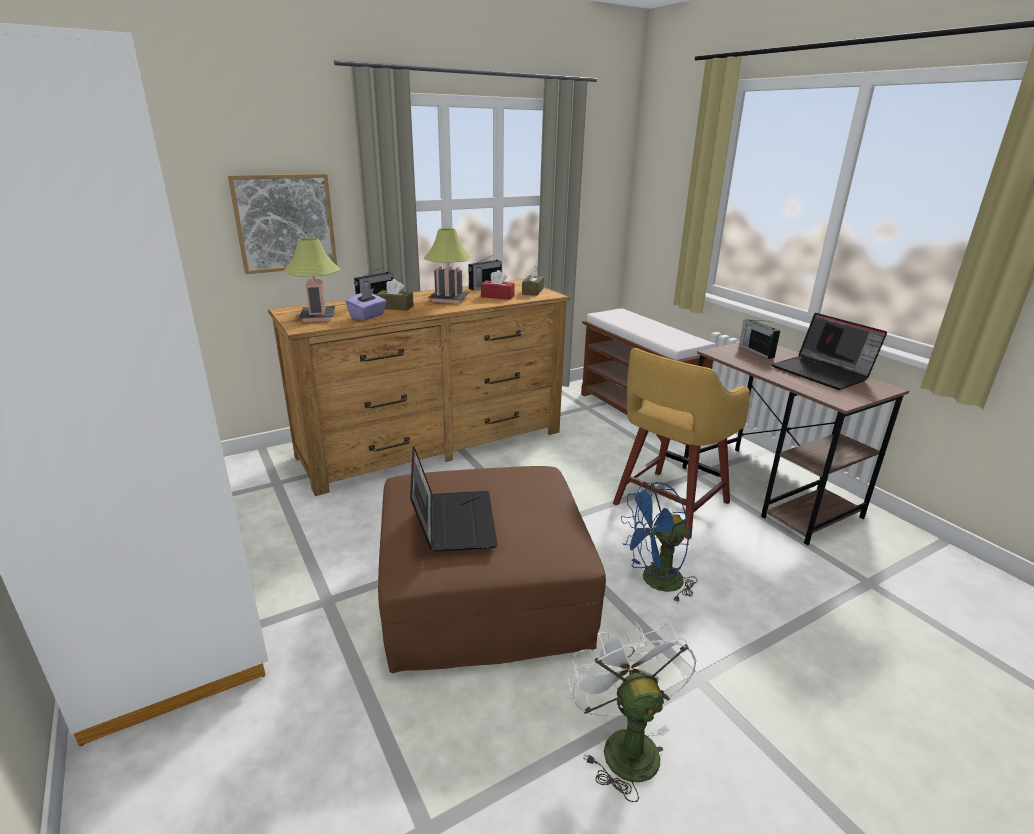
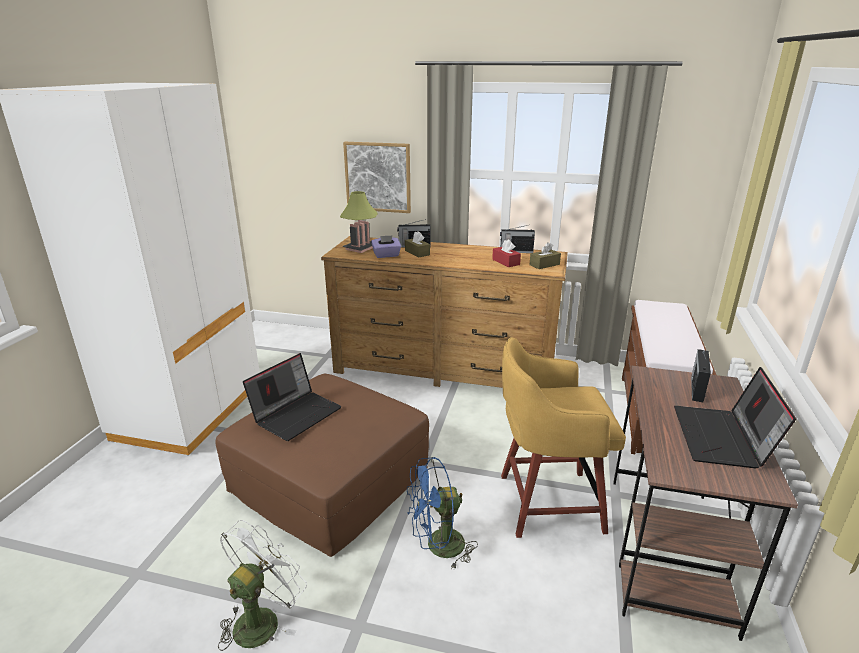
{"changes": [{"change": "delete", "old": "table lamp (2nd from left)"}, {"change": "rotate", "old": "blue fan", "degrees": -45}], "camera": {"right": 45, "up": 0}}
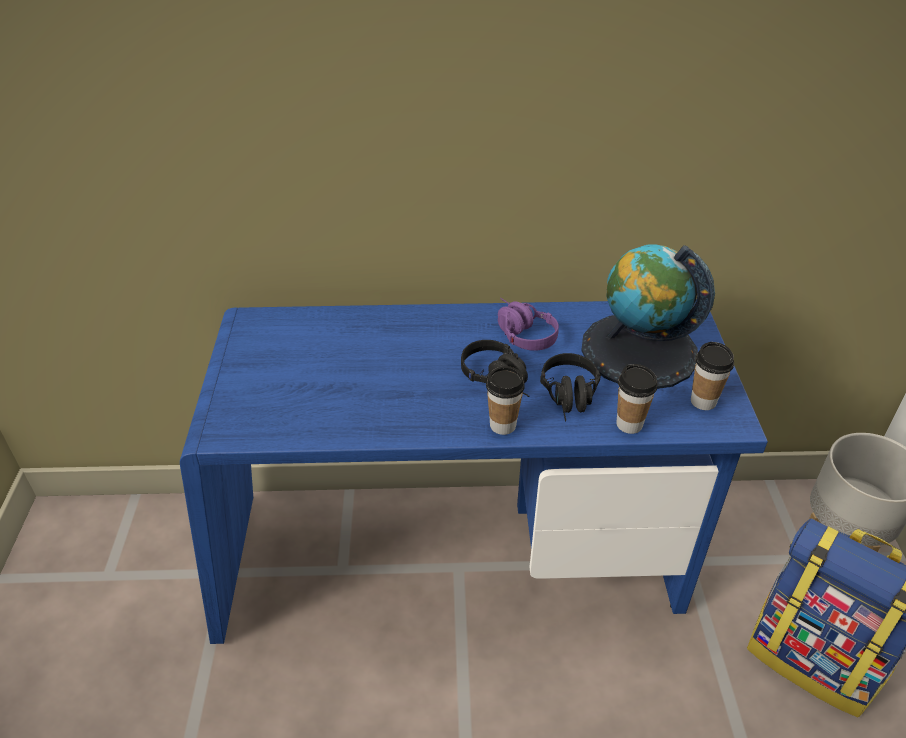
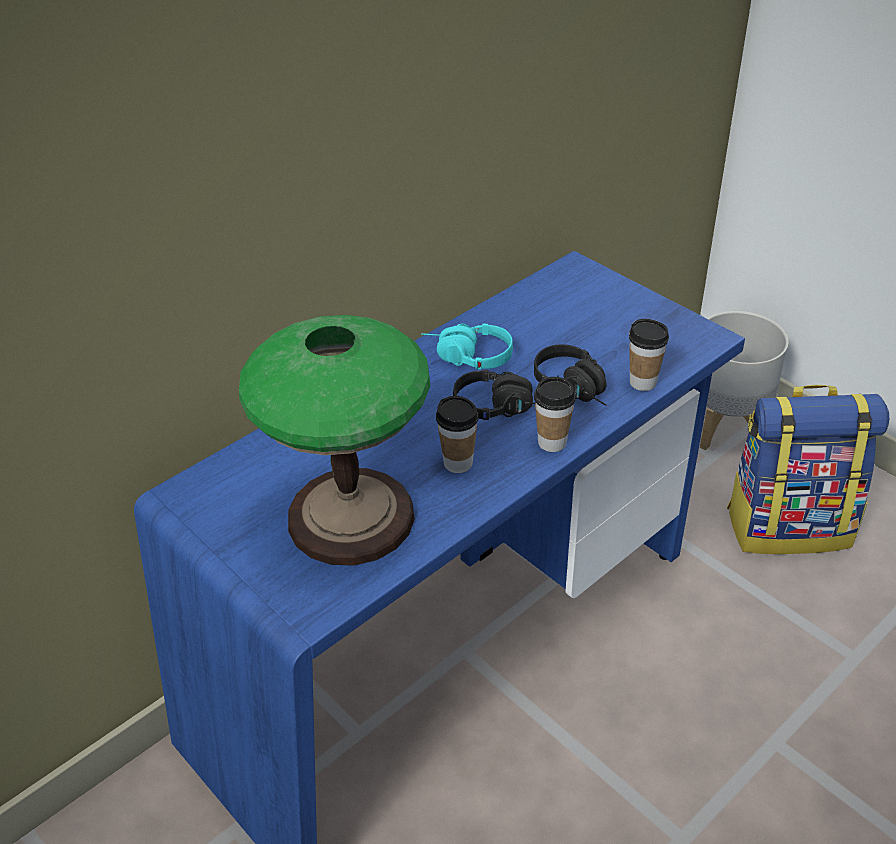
{"changes": [{"change": "recolor", "old": "purple headphones", "new": "turquoise headphones"}, {"change": "delete", "old": "globe"}, {"change": "move", "old": "cup (3rd from left in the first image)", "new": "cup (1st from left)"}, {"change": "insert", "new": "table lamp"}], "camera": {"right": -40, "up": 0}}
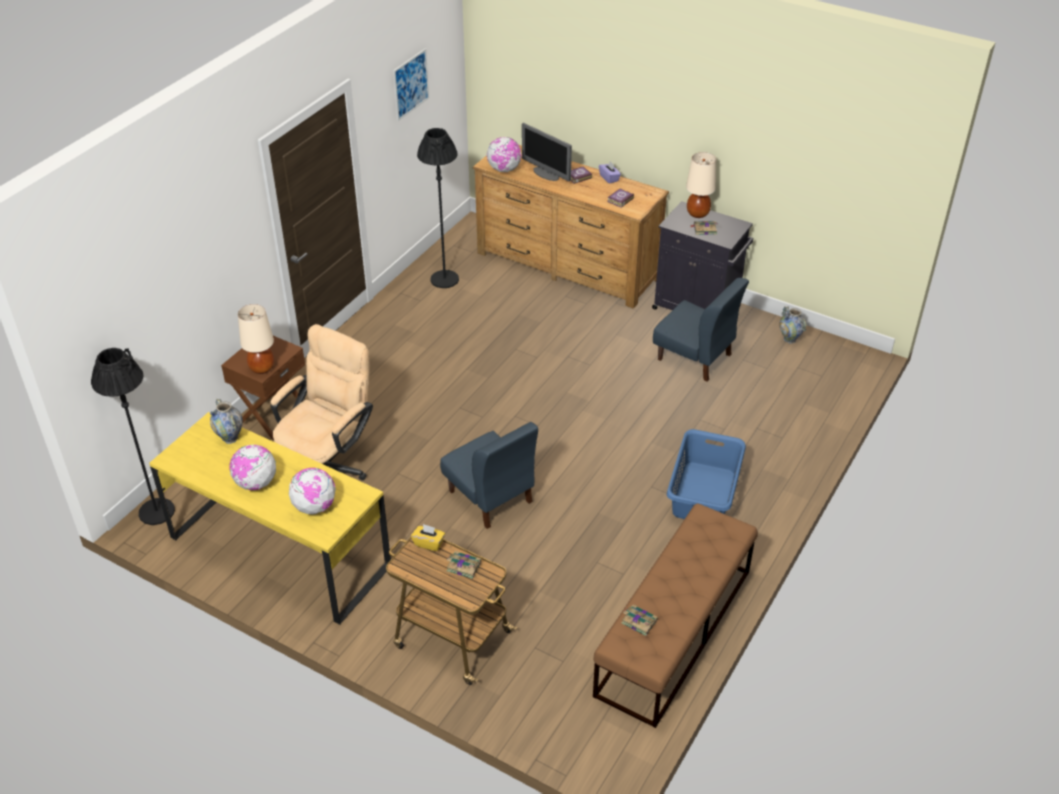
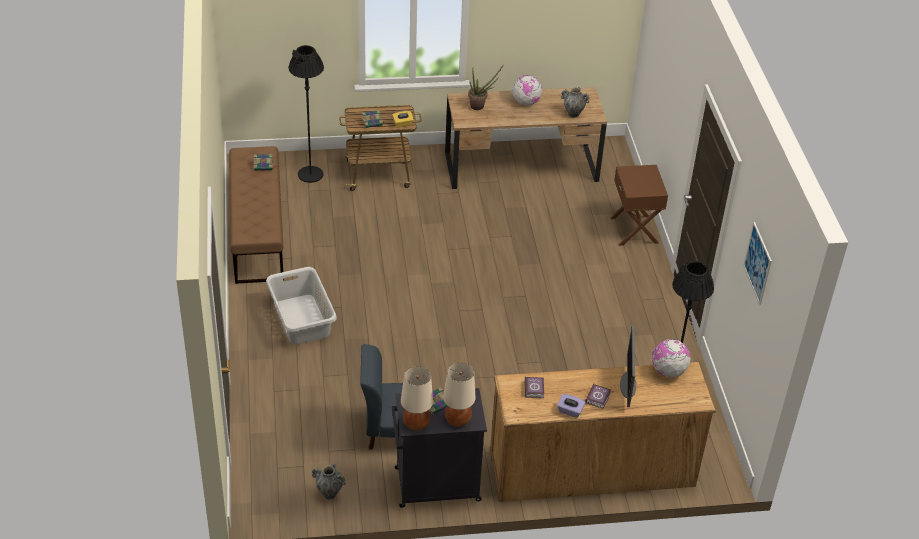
{"changes": [{"change": "move", "old": "black floor lamp (1st from left)"}, {"change": "recolor", "old": "yellow desk", "new": "brown desk"}, {"change": "move", "old": "beige table lamp (1st from left)"}, {"change": "delete", "old": "beige office chair"}, {"change": "replace", "old": "globe (2nd from left)", "new": "potted plant"}, {"change": "delete", "old": "blue chair (1st from left)"}, {"change": "rotate", "old": "monitor", "degrees": -90}, {"change": "recolor", "old": "blue laundry basket", "new": "grey laundry basket"}], "camera": {"right": 140, "up": 0}}
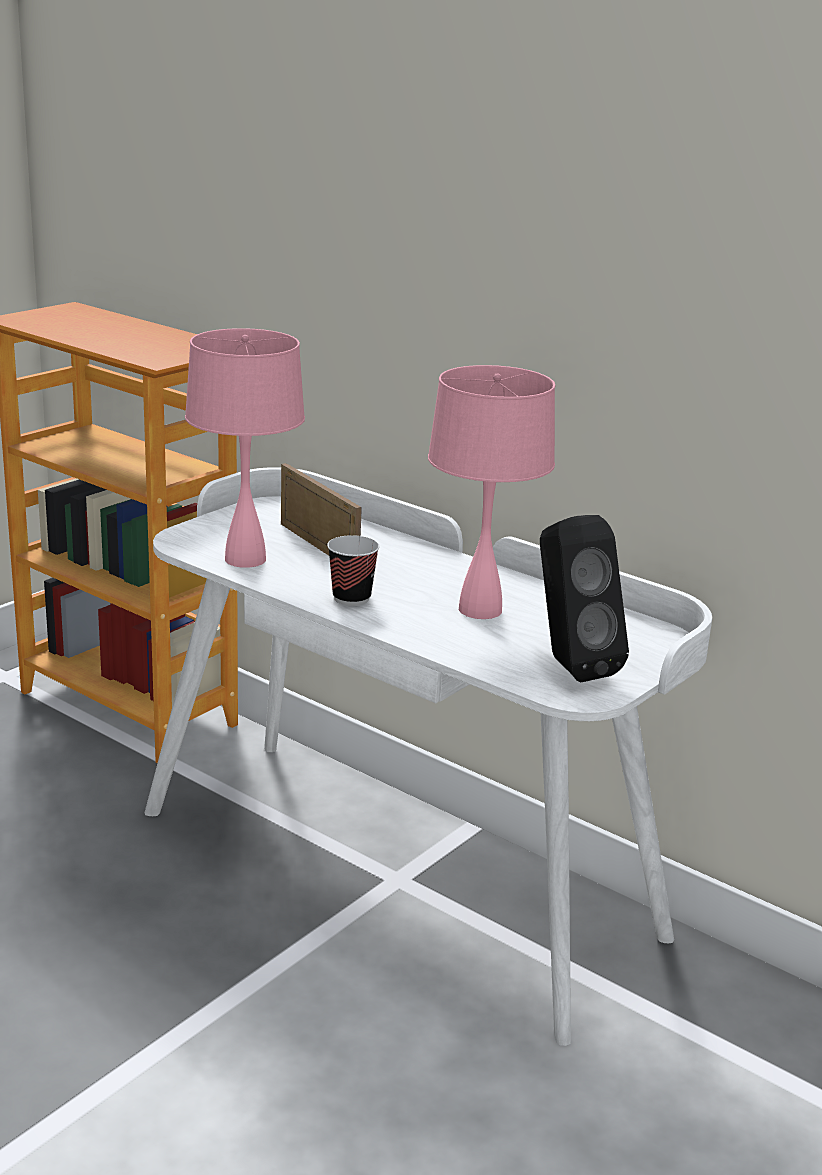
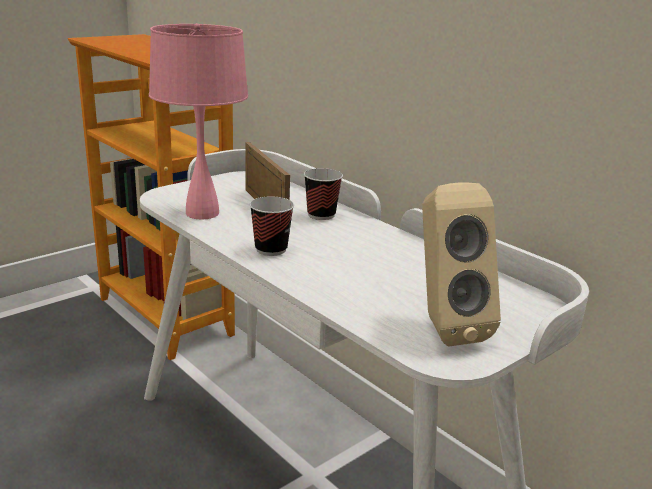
{"changes": [{"change": "delete", "old": "pink table lamp (2nd from left)"}, {"change": "recolor", "old": "black speaker", "new": "beige speaker"}, {"change": "insert", "new": "cup (2nd from left)"}], "camera": {"right": 10, "up": 0}}
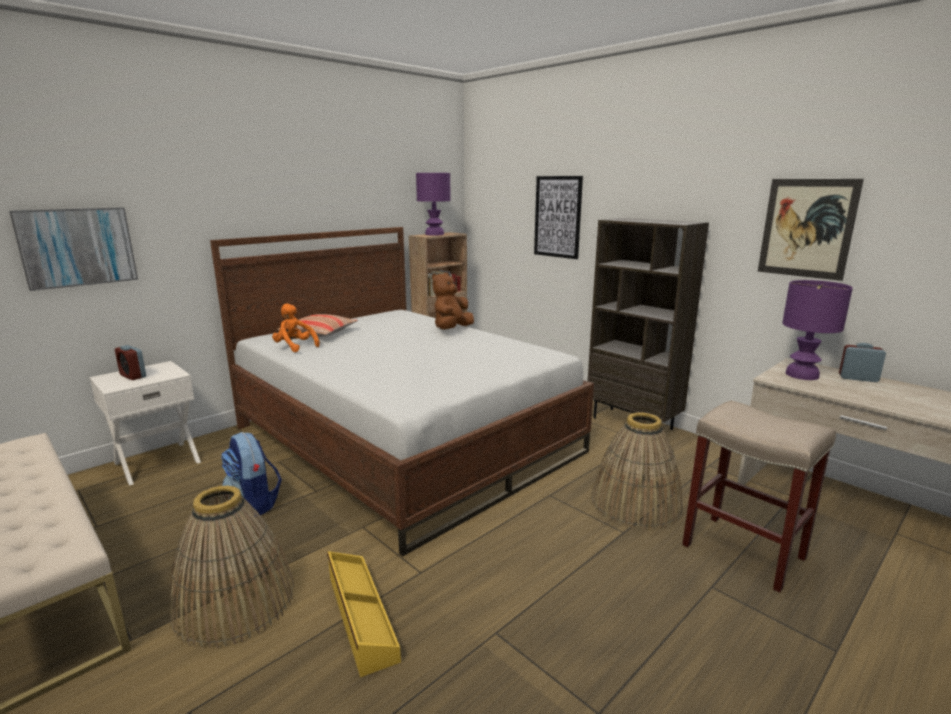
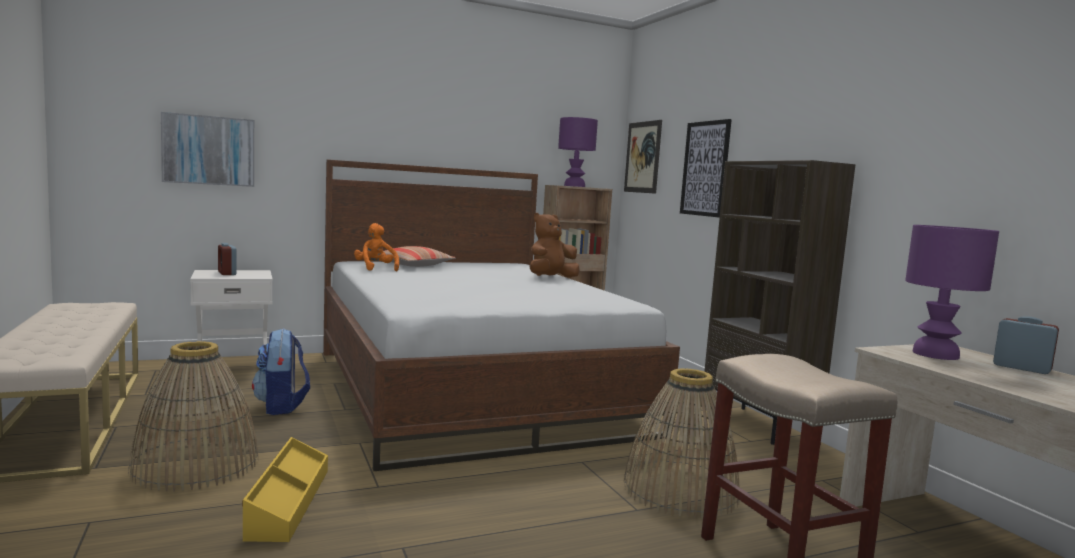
{"changes": [{"change": "move", "old": "picture (3rd from left in the first image)", "new": "picture (2nd from left)"}], "camera": {"right": 20, "up": -10}}
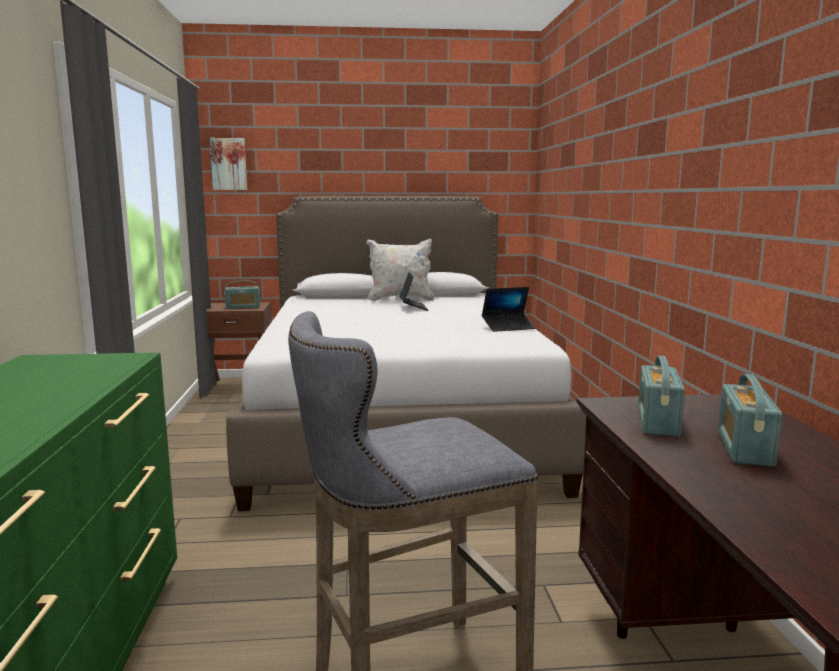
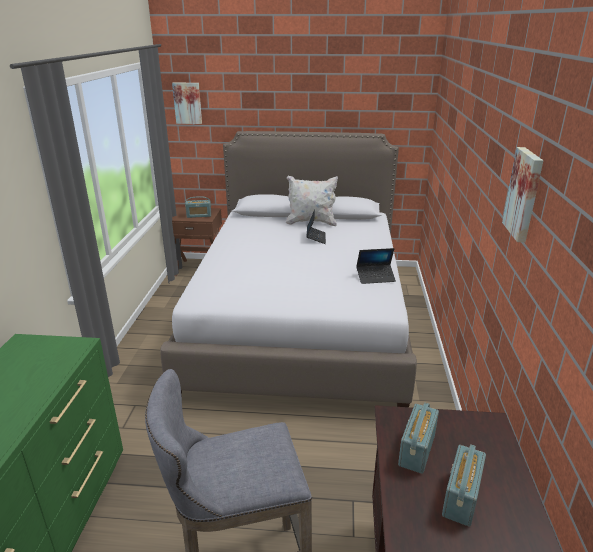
{"changes": [{"change": "insert", "new": "picture (2nd from left)"}], "camera": {"right": 10, "up": 15}}
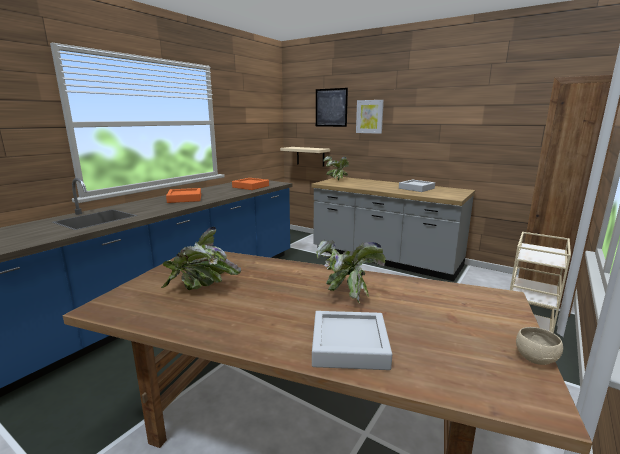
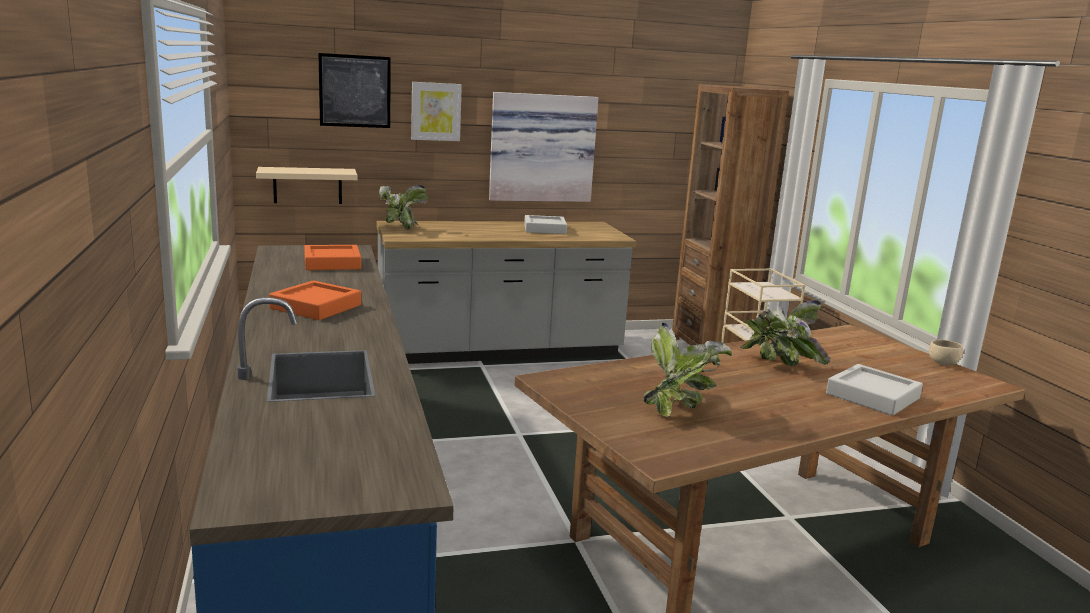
{"changes": [{"change": "insert", "new": "picture (3rd from left)"}], "camera": {"right": -50, "up": 0}}
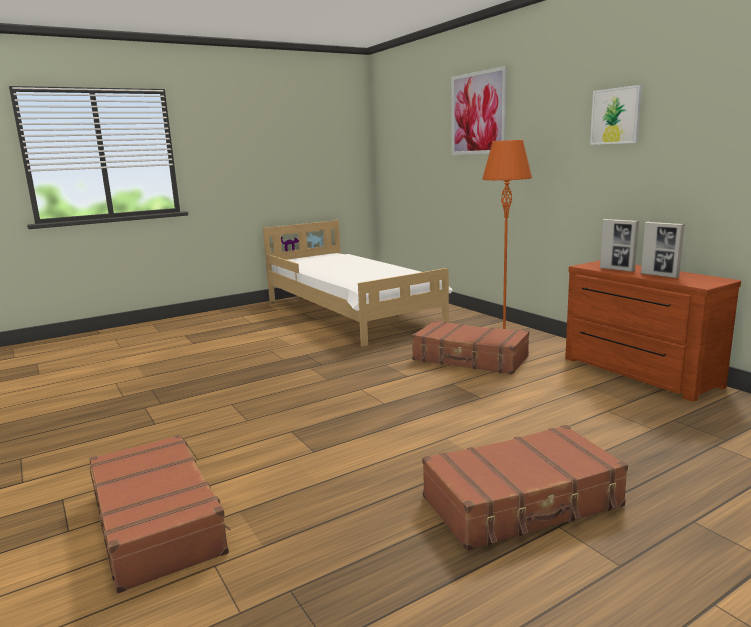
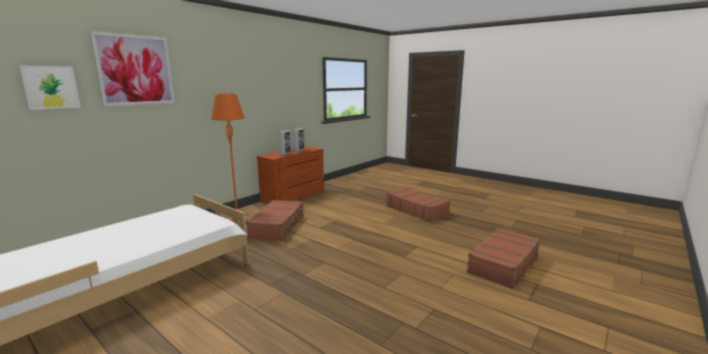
{"changes": [{"change": "move", "old": "picture (2nd from left in the first image)", "new": "picture (1st from left)"}], "camera": {"right": -110, "up": 0}}
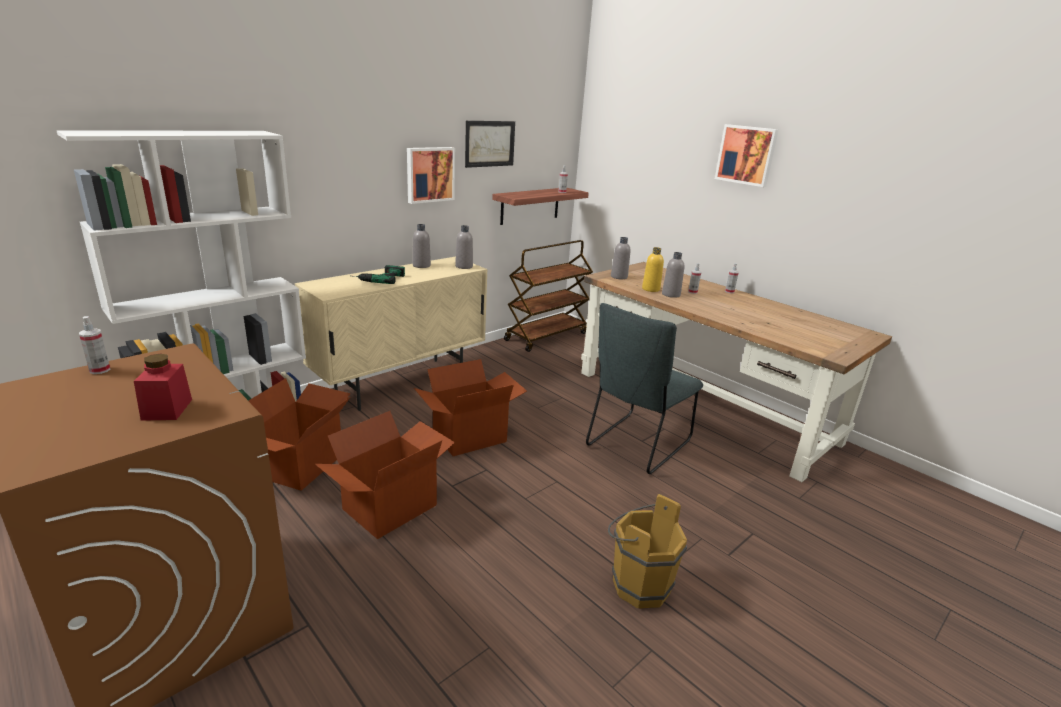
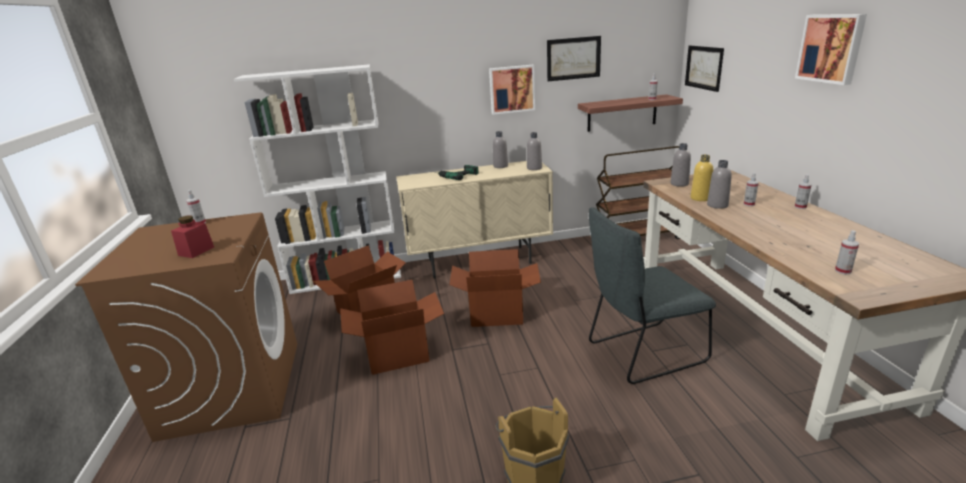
{"changes": [{"change": "insert", "new": "picture (3rd from left)"}, {"change": "insert", "new": "spray bottle (5th from left)"}], "camera": {"right": 35, "up": 0}}
